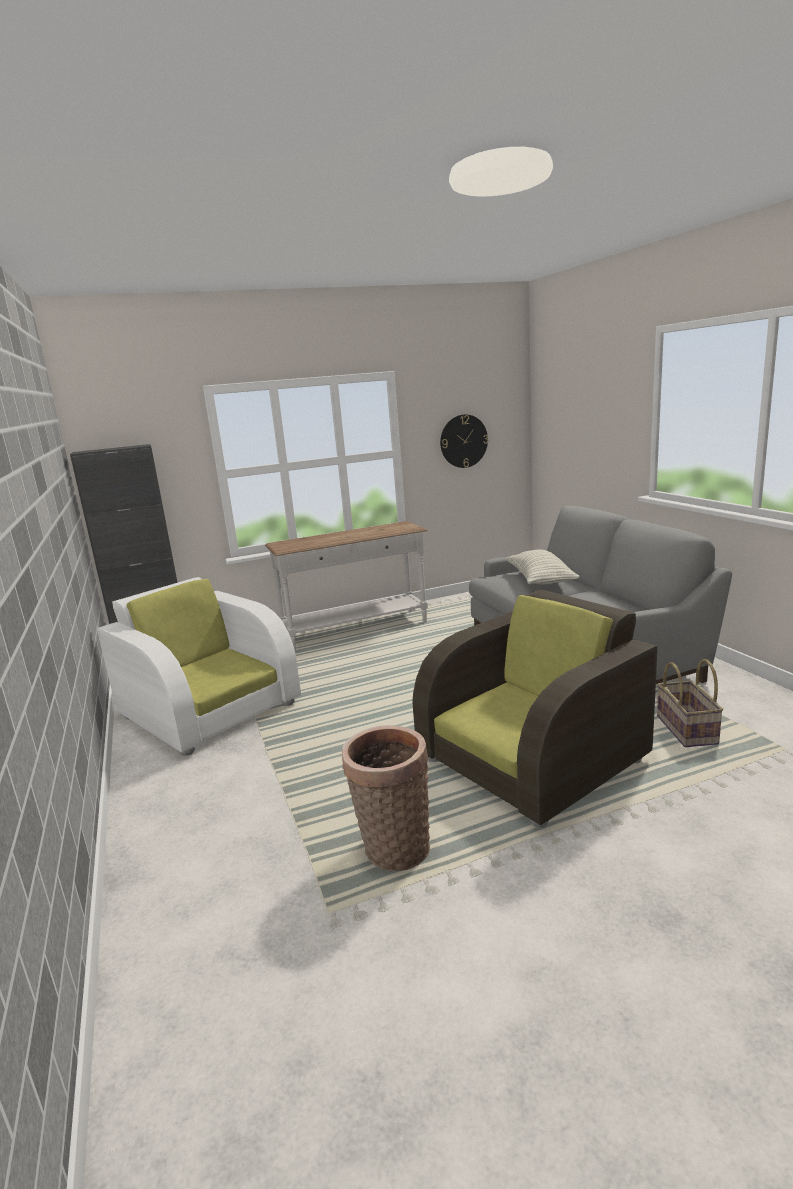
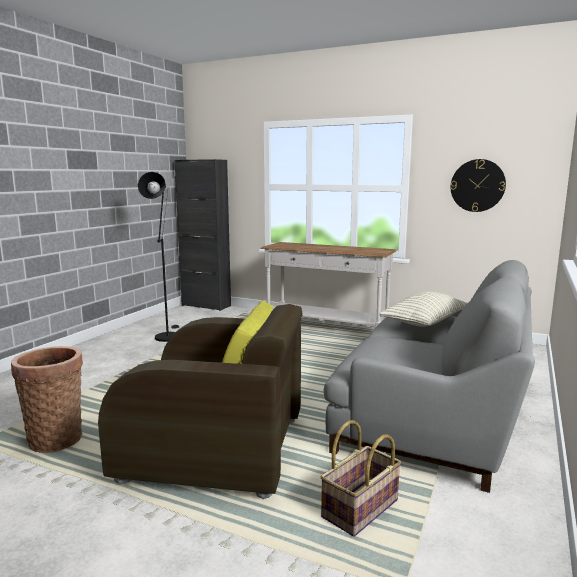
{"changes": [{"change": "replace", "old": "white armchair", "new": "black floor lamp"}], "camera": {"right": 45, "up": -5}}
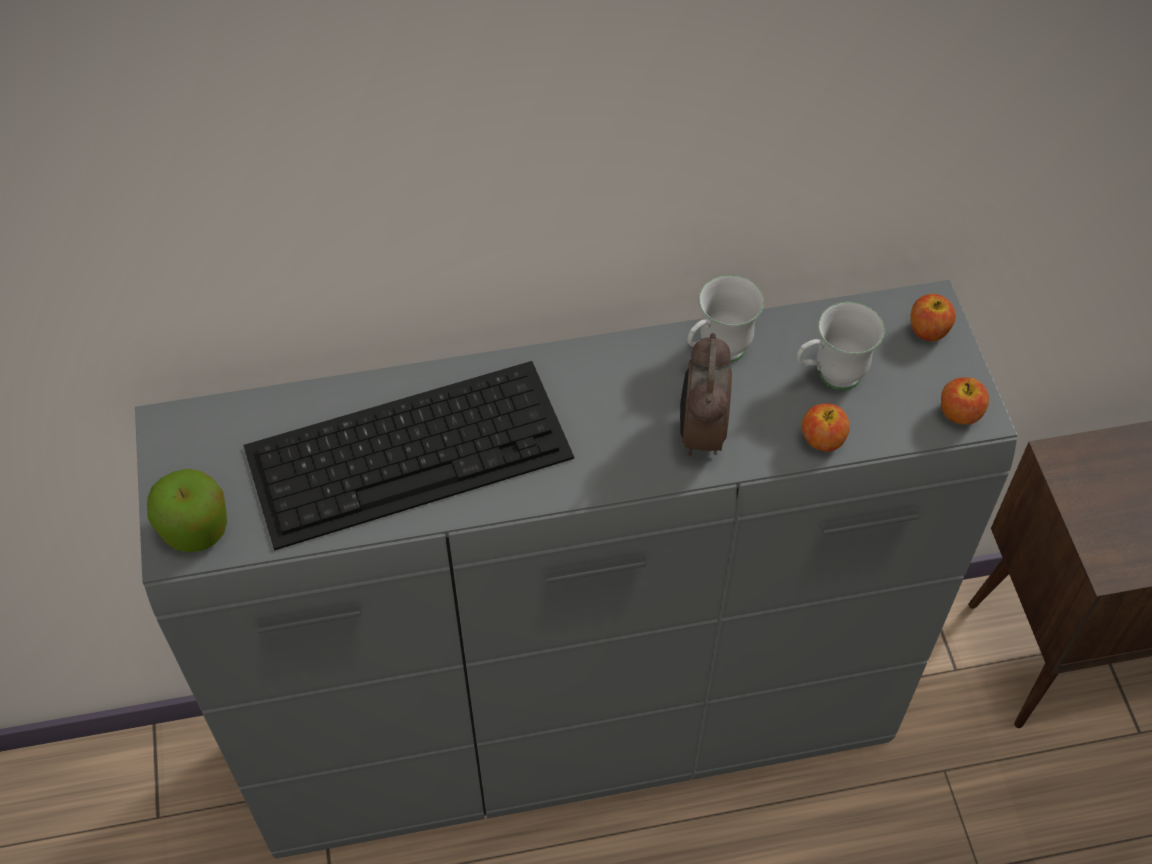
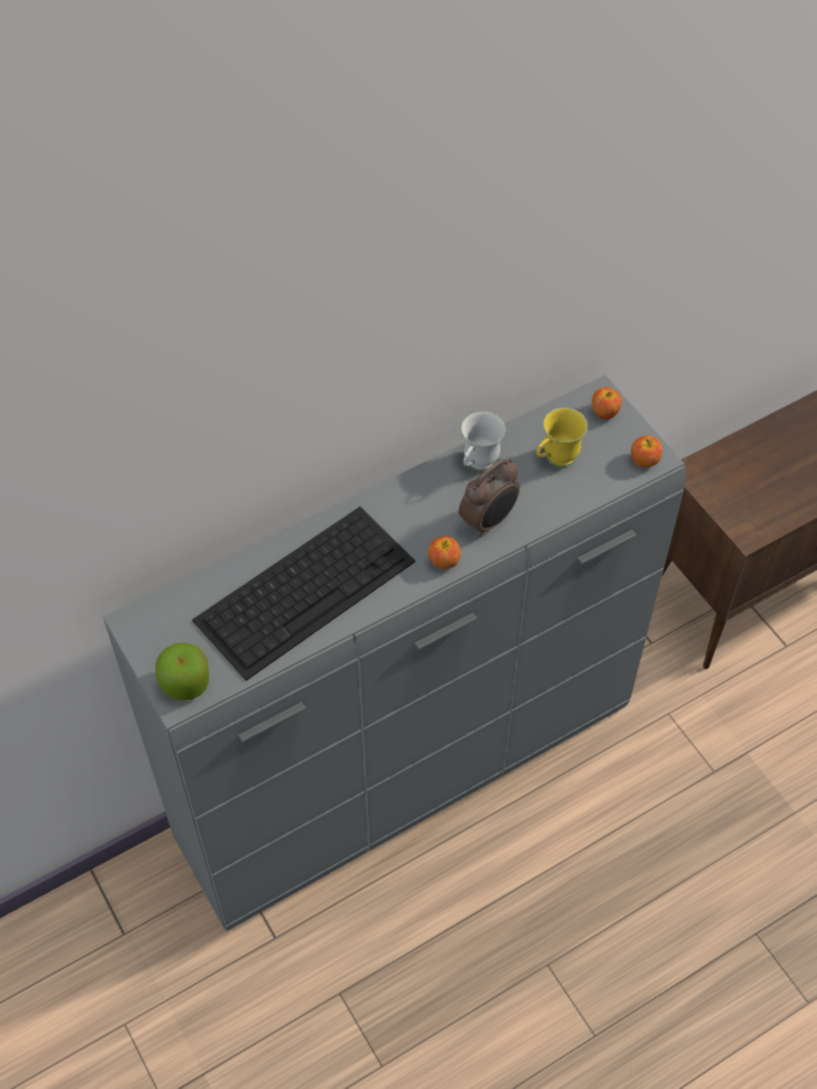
{"changes": [{"change": "rotate", "old": "alarm clock", "degrees": -120}, {"change": "recolor", "old": "white mug (2nd from left)", "new": "yellow mug"}, {"change": "move", "old": "apple (2nd from left)"}], "camera": {"right": -20, "up": 0}}
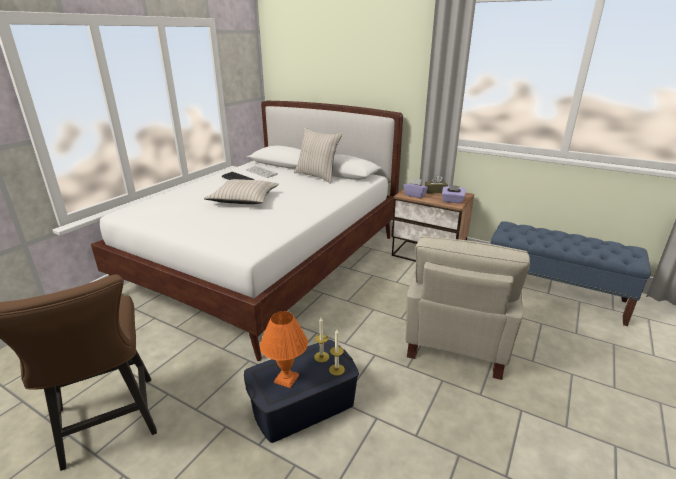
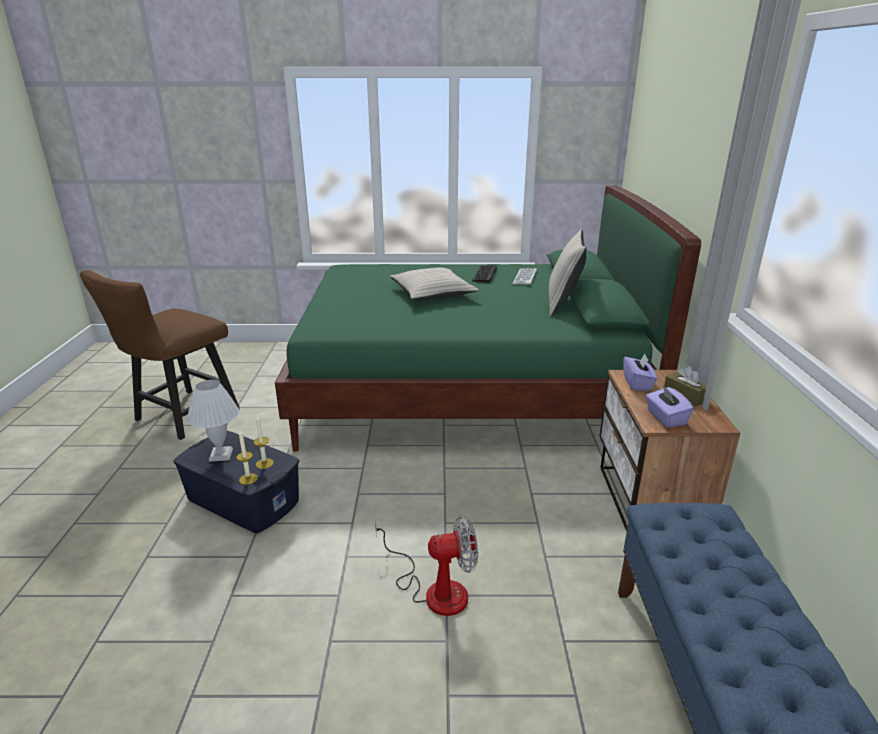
{"changes": [{"change": "recolor", "old": "white bed", "new": "green bed"}, {"change": "recolor", "old": "orange table lamp", "new": "white table lamp"}, {"change": "replace", "old": "beige armchair", "new": "fan"}], "camera": {"right": 60, "up": 0}}
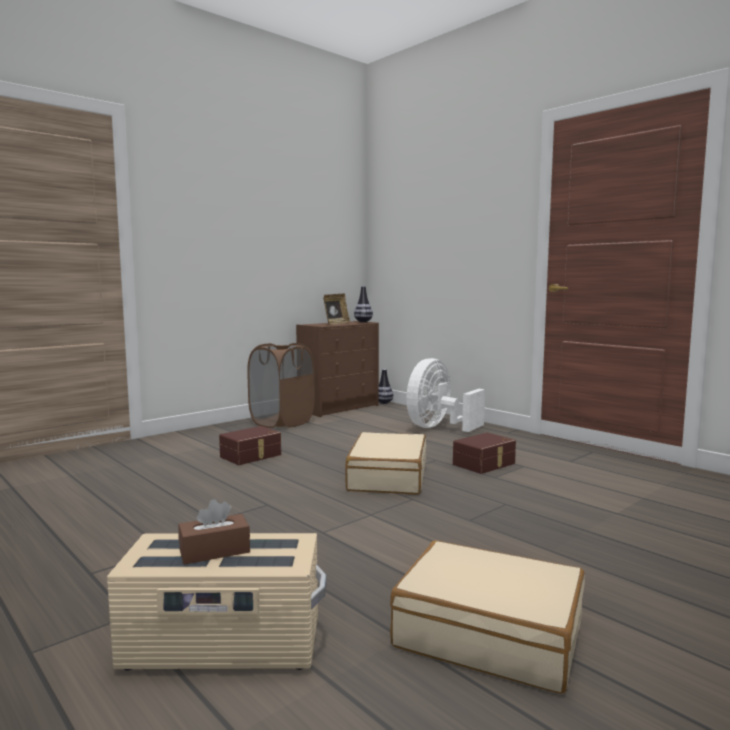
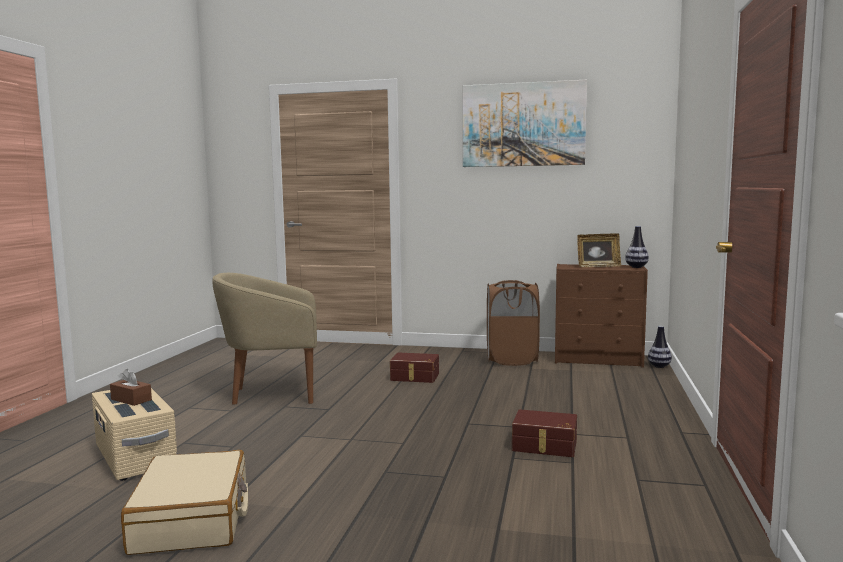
{"changes": [{"change": "delete", "old": "beige suitcase (1st from left)"}, {"change": "delete", "old": "white fan"}, {"change": "insert", "new": "beige armchair"}, {"change": "insert", "new": "picture"}], "camera": {"right": 55, "up": 0}}
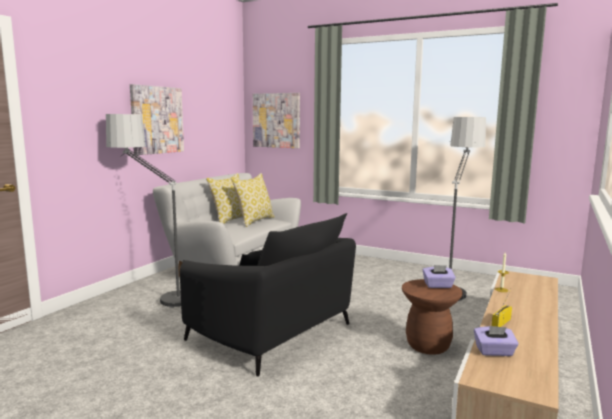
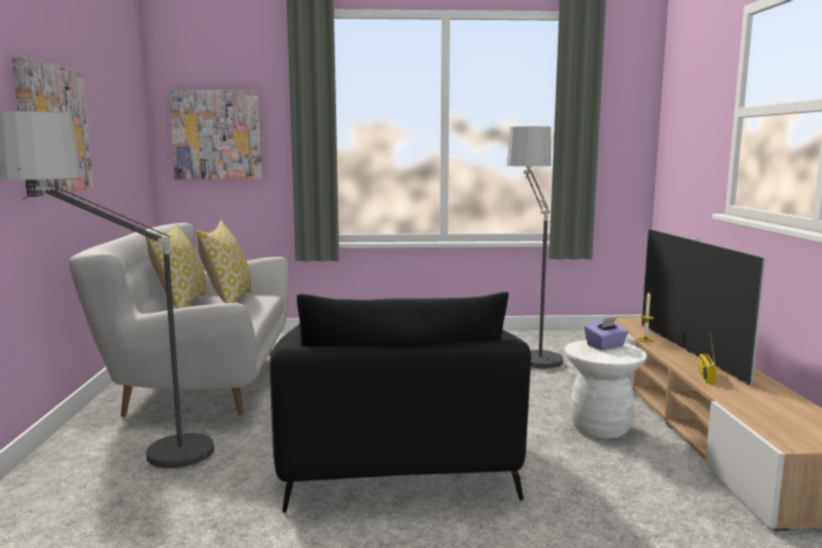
{"changes": [{"change": "rotate", "old": "black armchair", "degrees": 75}, {"change": "recolor", "old": "brown stool", "new": "white stool"}, {"change": "delete", "old": "purple tissue box (2nd from left)"}, {"change": "insert", "new": "television"}], "camera": {"right": -30, "up": 0}}
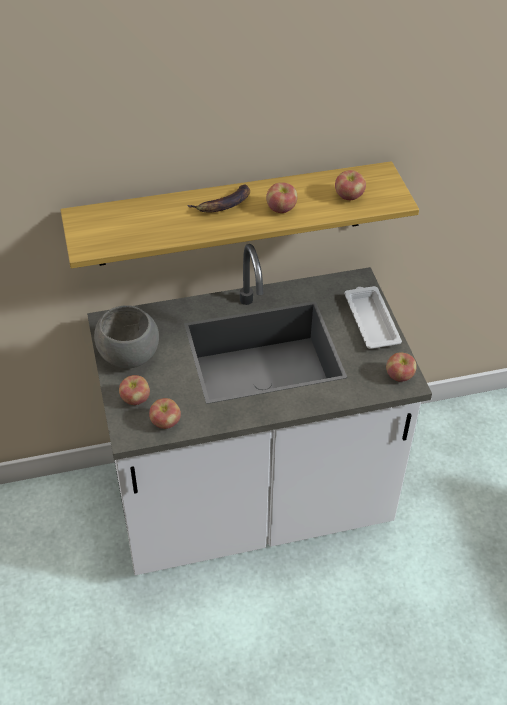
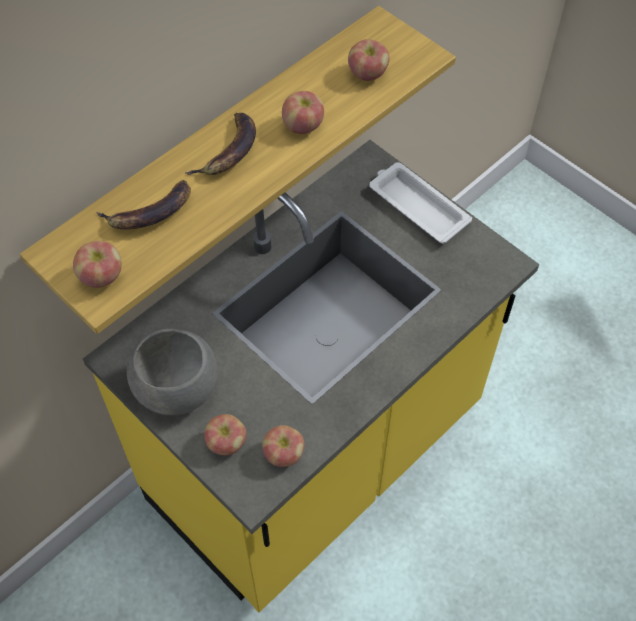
{"changes": [{"change": "recolor", "old": "white counter", "new": "yellow counter"}, {"change": "move", "old": "apple (5th from left in the first image)", "new": "apple (1st from left)"}, {"change": "insert", "new": "banana (1st from left)"}], "camera": {"right": -30, "up": 10}}
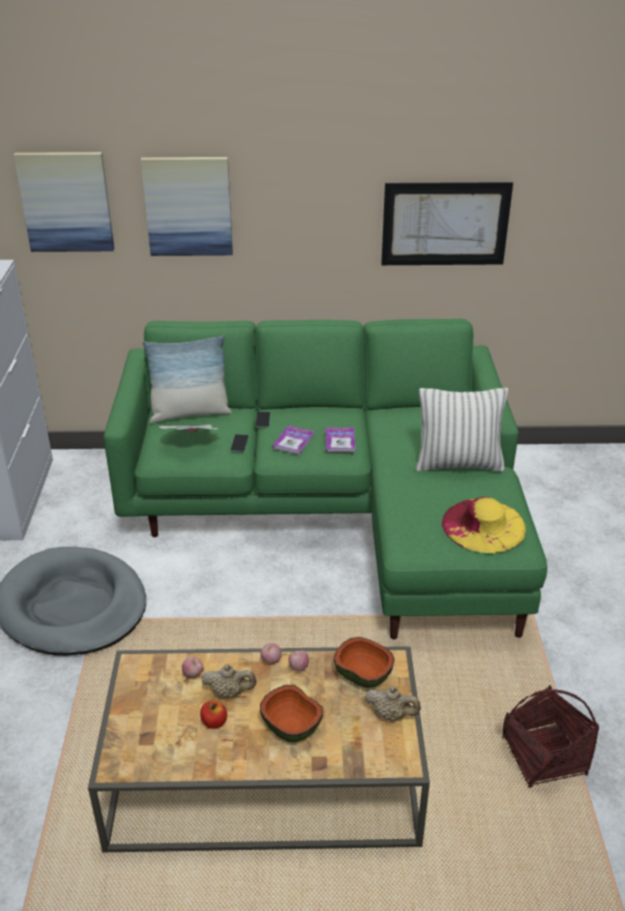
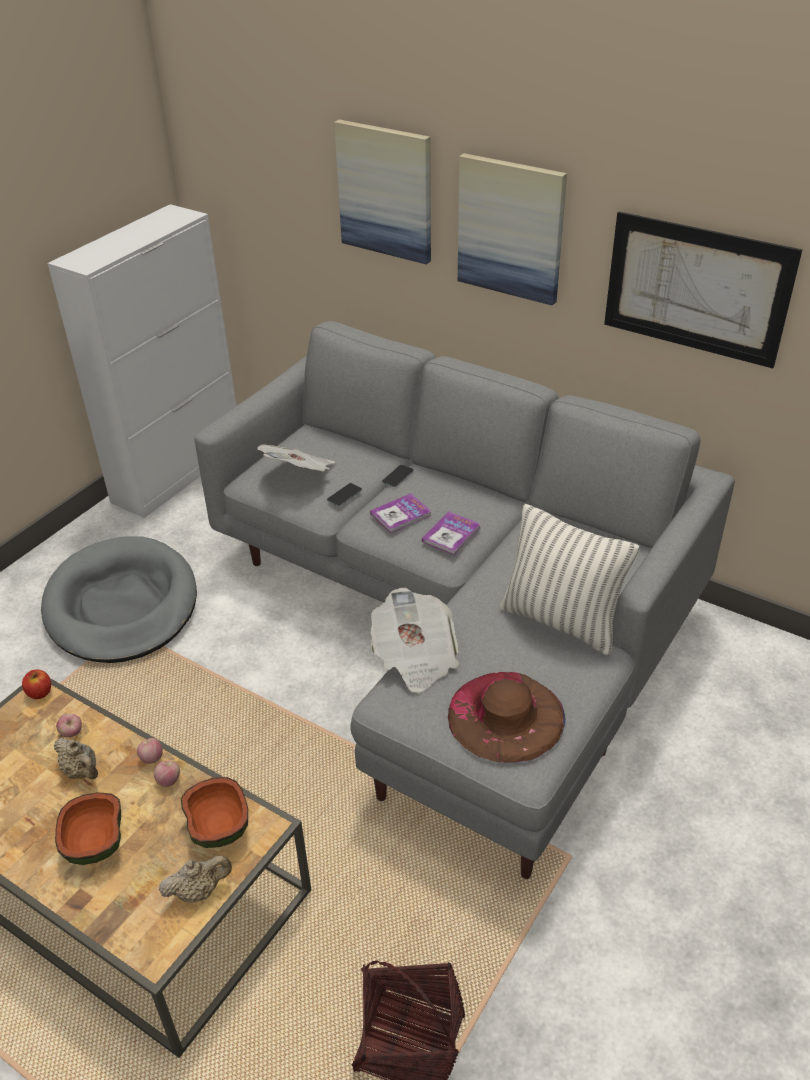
{"changes": [{"change": "move", "old": "picture (1st from left in the first image)", "new": "picture (2nd from left)"}, {"change": "recolor", "old": "green sofa", "new": "grey sofa"}, {"change": "delete", "old": "pillow (1st from left)"}, {"change": "move", "old": "apple (2nd from left in the first image)", "new": "apple (1st from left)"}, {"change": "rotate", "old": "beige teapot (2nd from left)", "degrees": -75}, {"change": "recolor", "old": "yellow hat", "new": "brown hat"}, {"change": "insert", "new": "newspaper (2nd from left)"}], "camera": {"right": 35, "up": 5}}
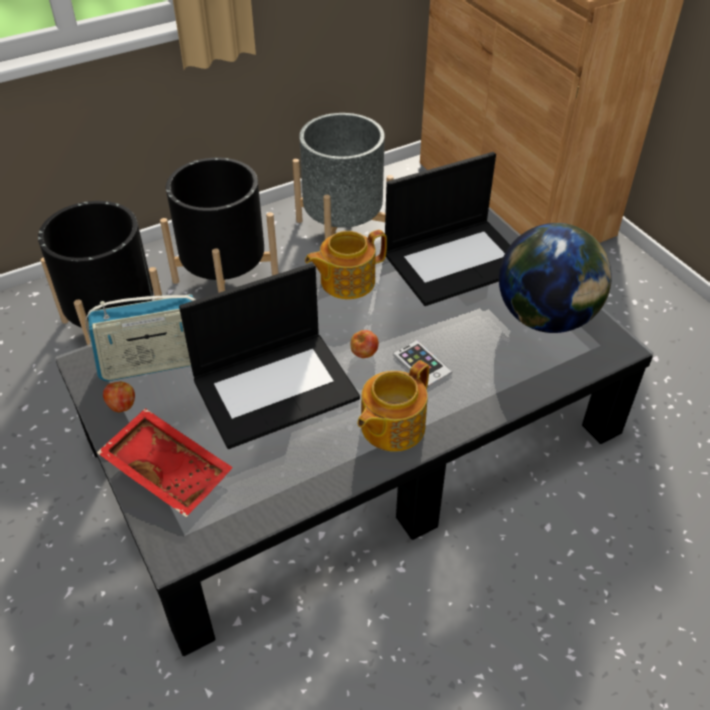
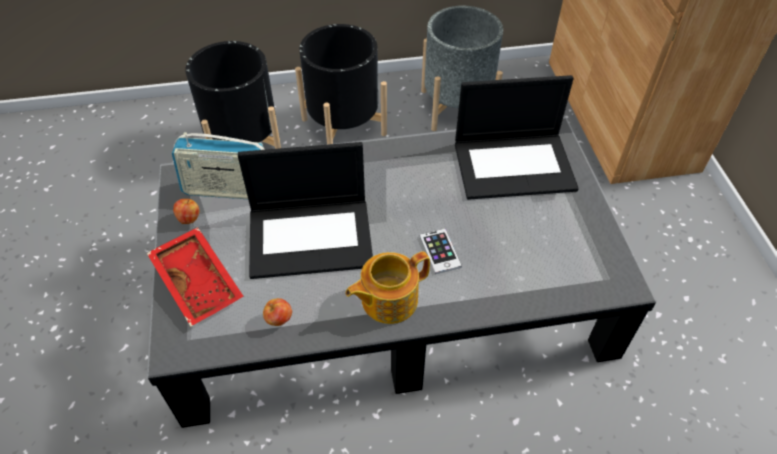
{"changes": [{"change": "delete", "old": "teapot (1st from left)"}, {"change": "move", "old": "apple (2nd from left)"}, {"change": "delete", "old": "globe"}], "camera": {"right": 20, "up": 5}}
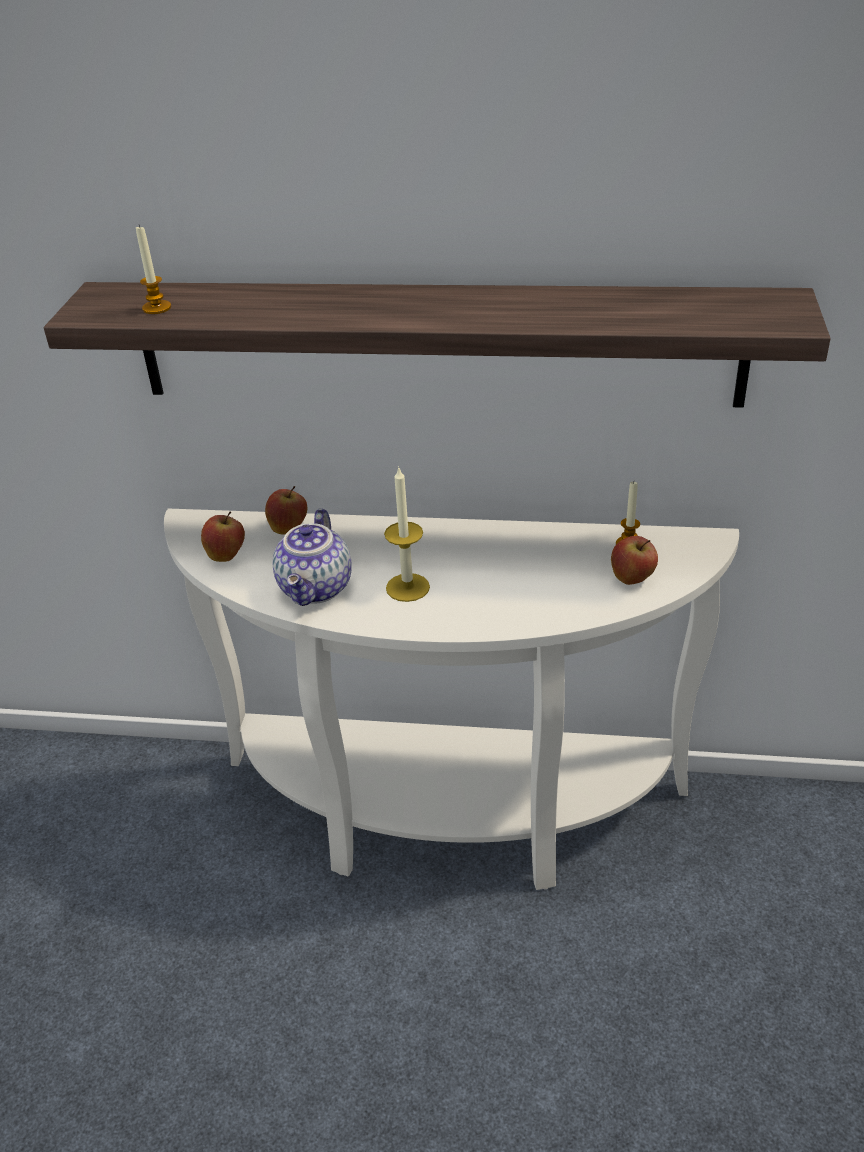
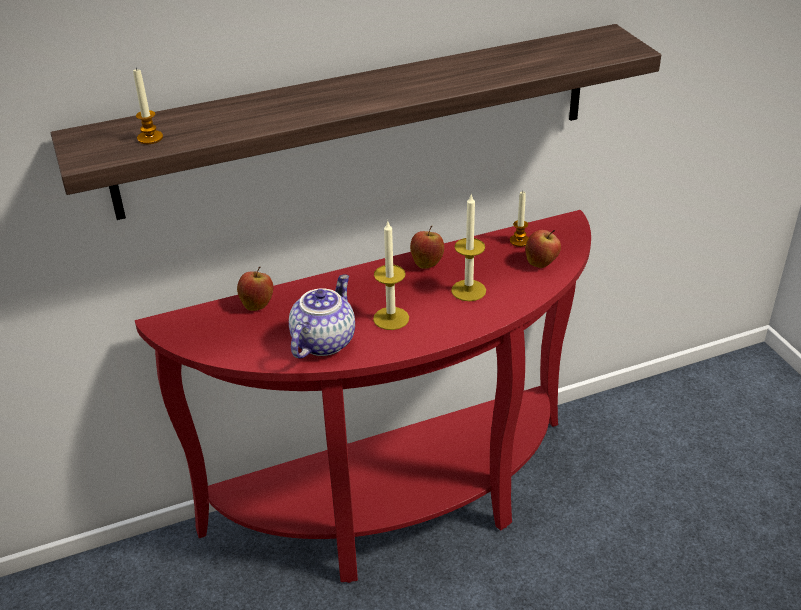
{"changes": [{"change": "recolor", "old": "white console table", "new": "red console table"}, {"change": "move", "old": "apple (1st from left in the first image)", "new": "apple (2nd from left)"}, {"change": "rotate", "old": "teapot", "degrees": -135}, {"change": "insert", "new": "candle (3rd from left)"}], "camera": {"right": -30, "up": 0}}
